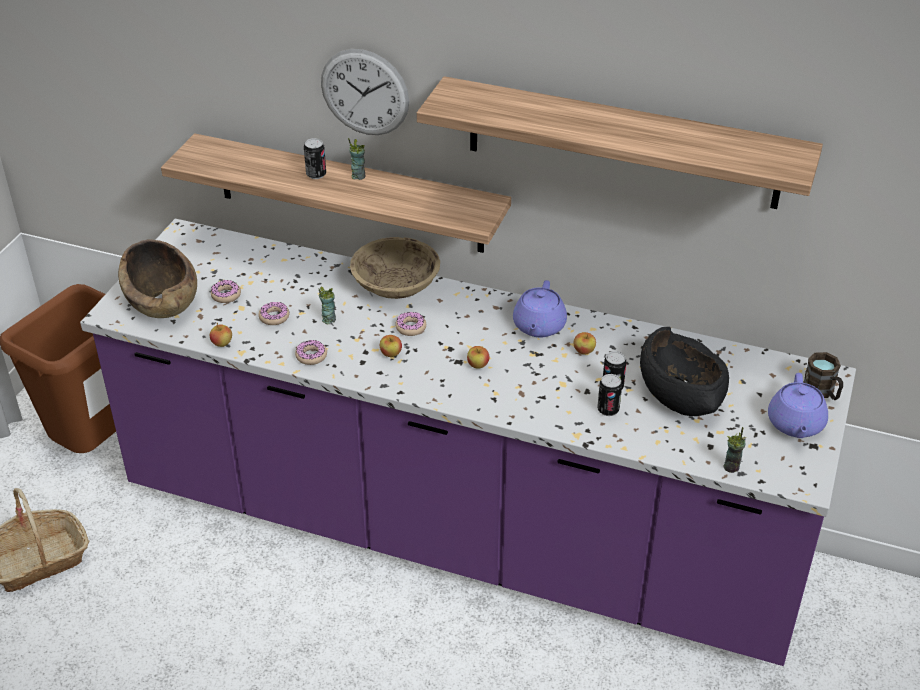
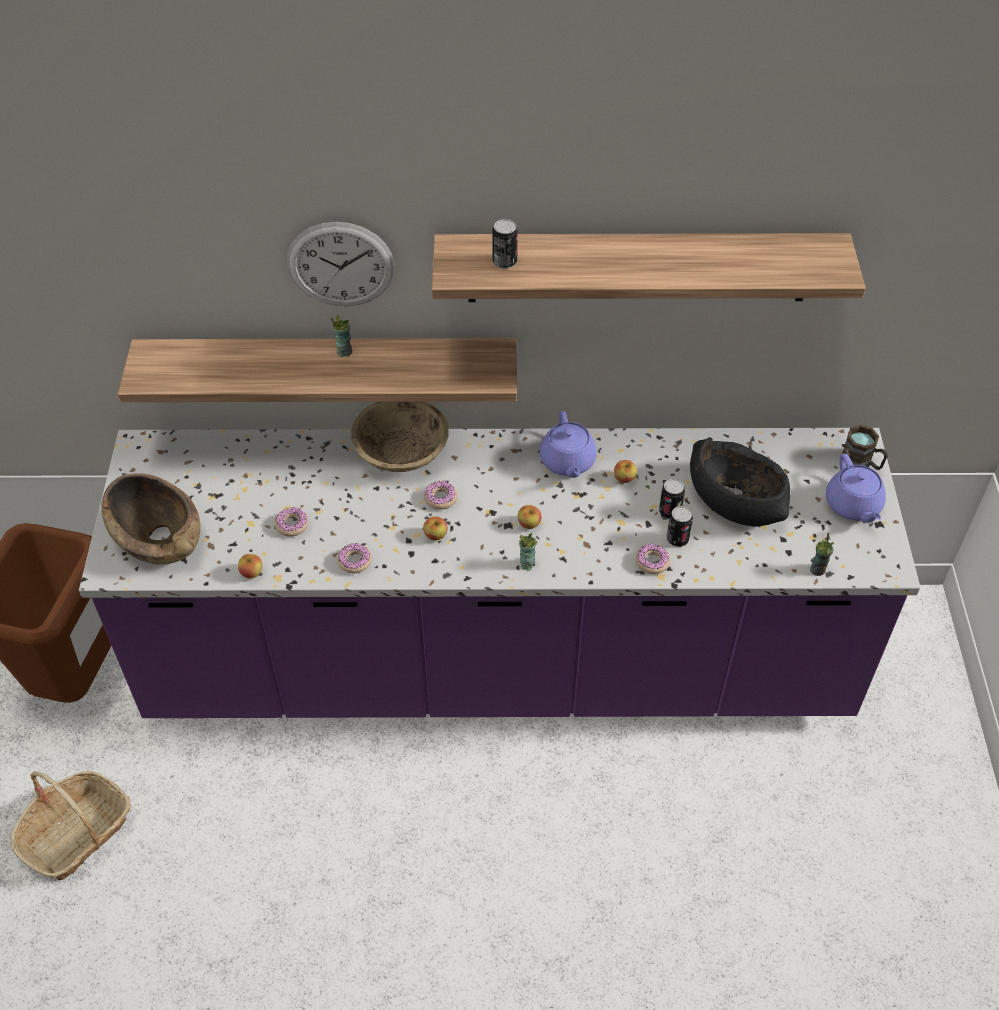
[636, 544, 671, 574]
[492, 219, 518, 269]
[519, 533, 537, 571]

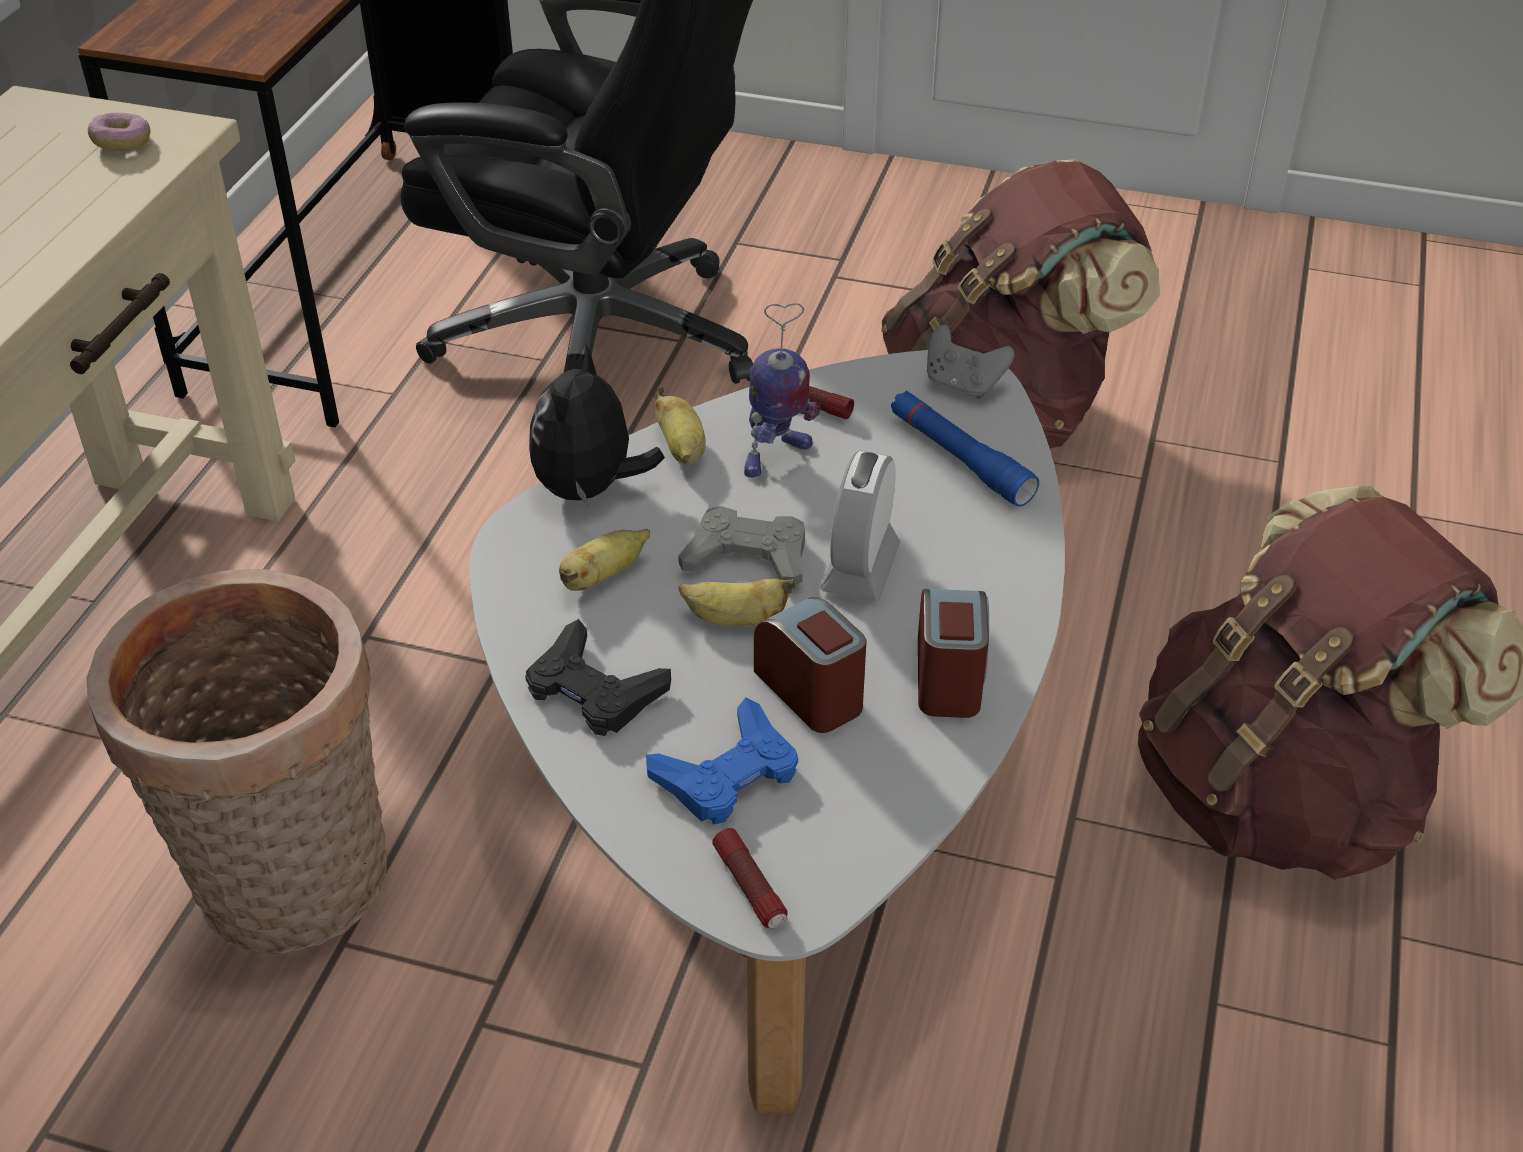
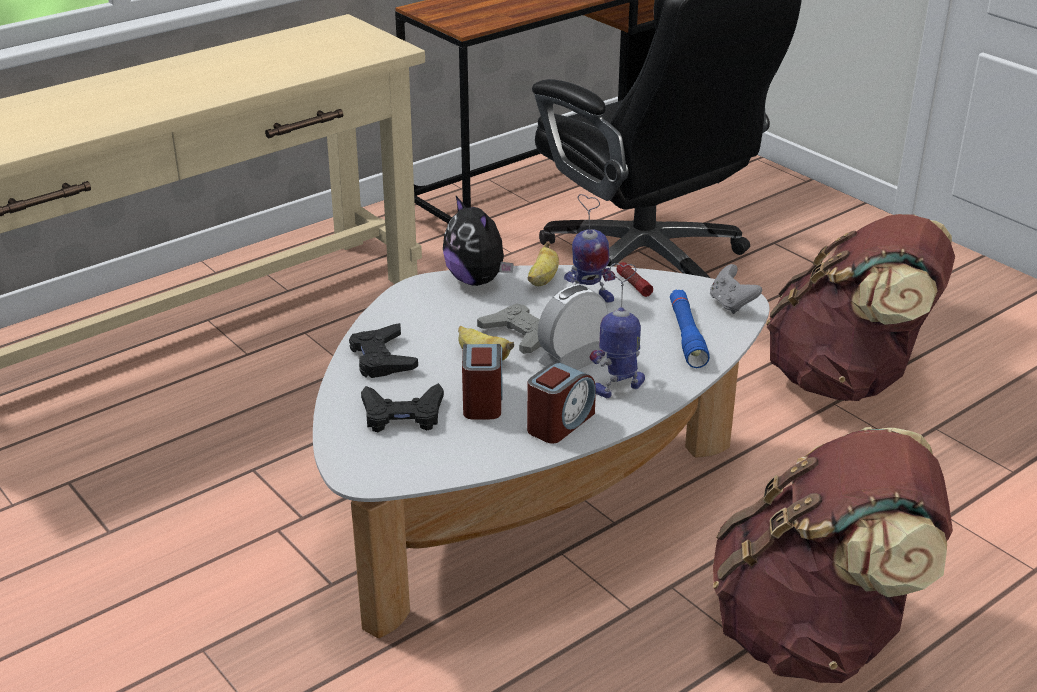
[87, 569, 387, 954] (first image)
[88, 113, 151, 151] (first image)
[443, 196, 514, 286]
[559, 529, 650, 591] (first image)
[361, 383, 444, 432]
[712, 828, 788, 929] (first image)
[589, 263, 645, 398]

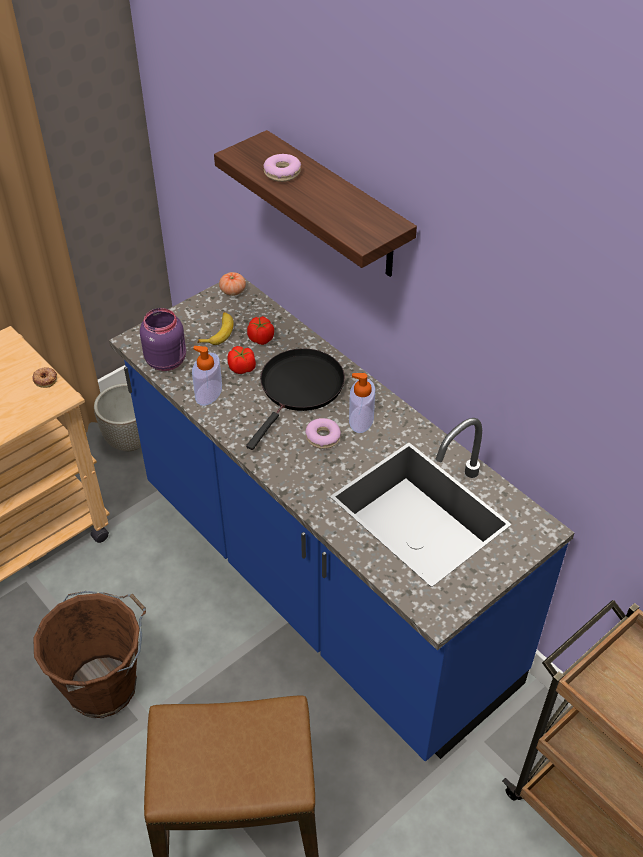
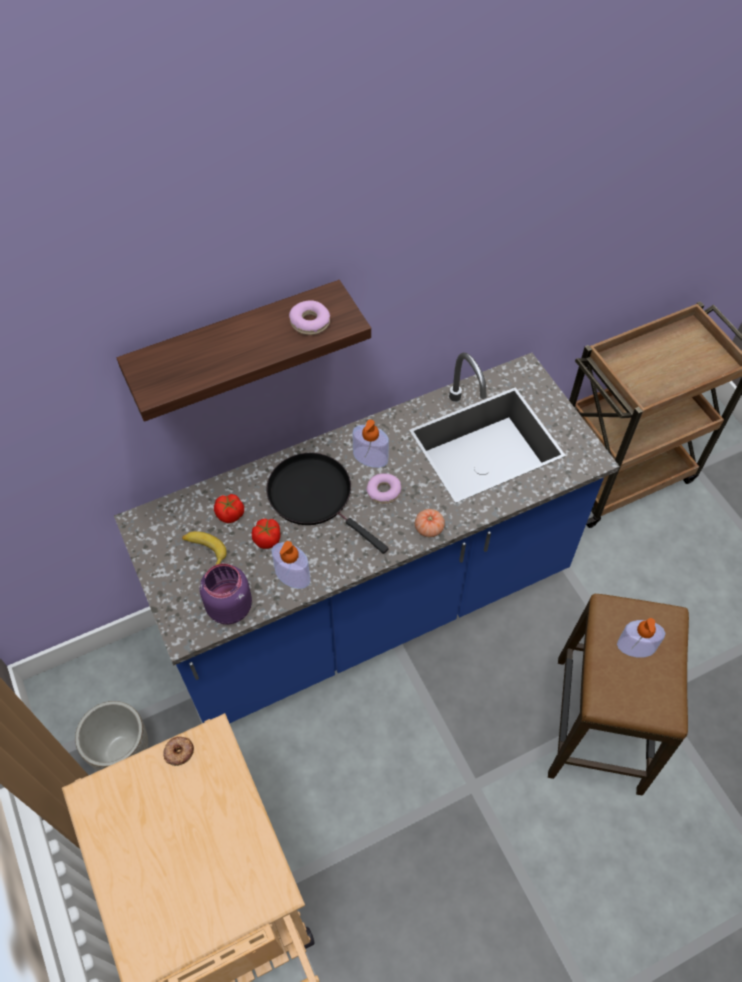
[33, 591, 146, 718] (first image)
[415, 509, 445, 537]
[289, 300, 330, 335]
[617, 618, 666, 657]

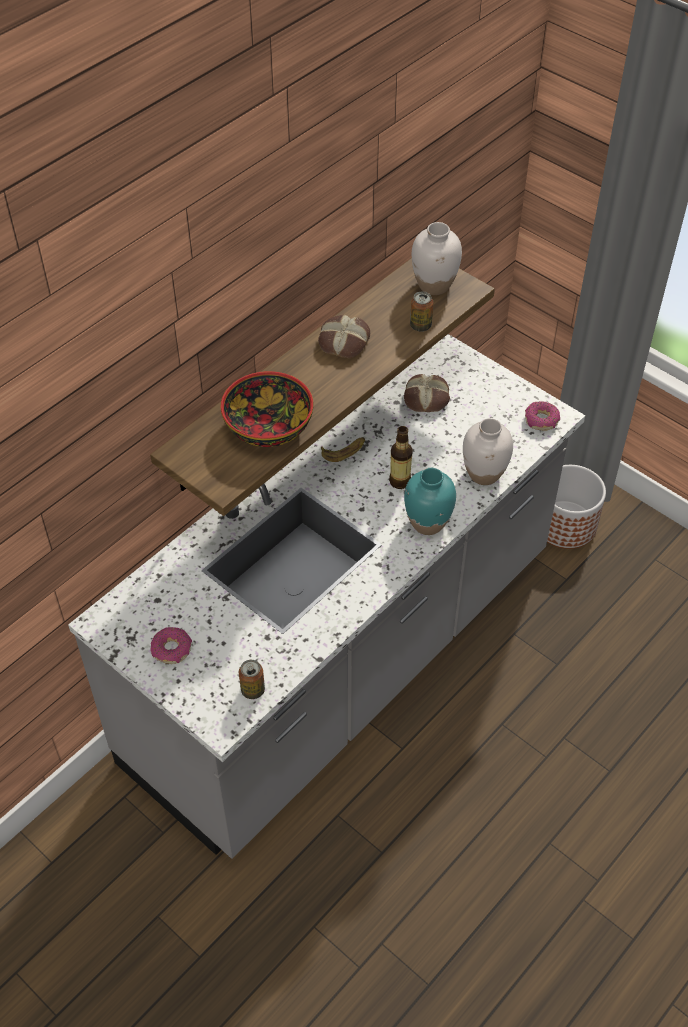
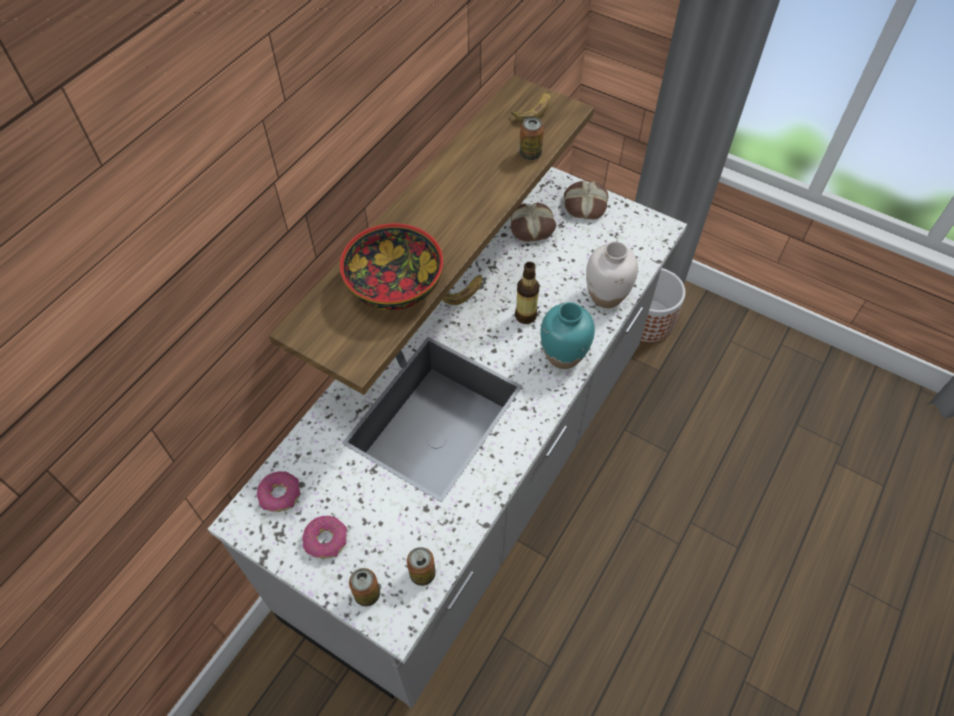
[564, 181, 608, 220]
[511, 93, 550, 123]
[257, 471, 301, 512]
[349, 568, 380, 606]

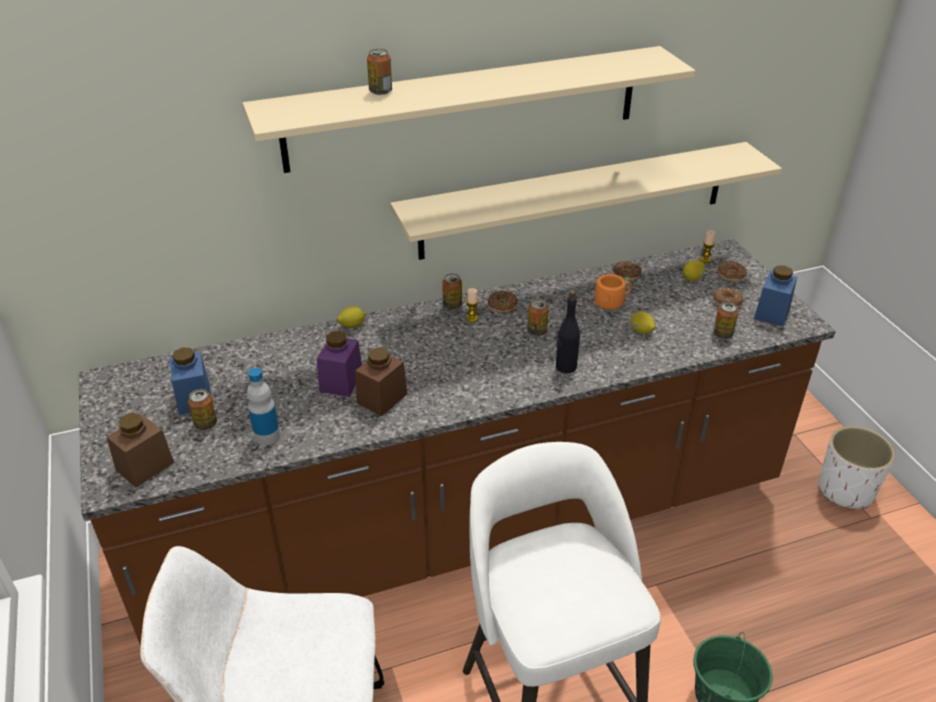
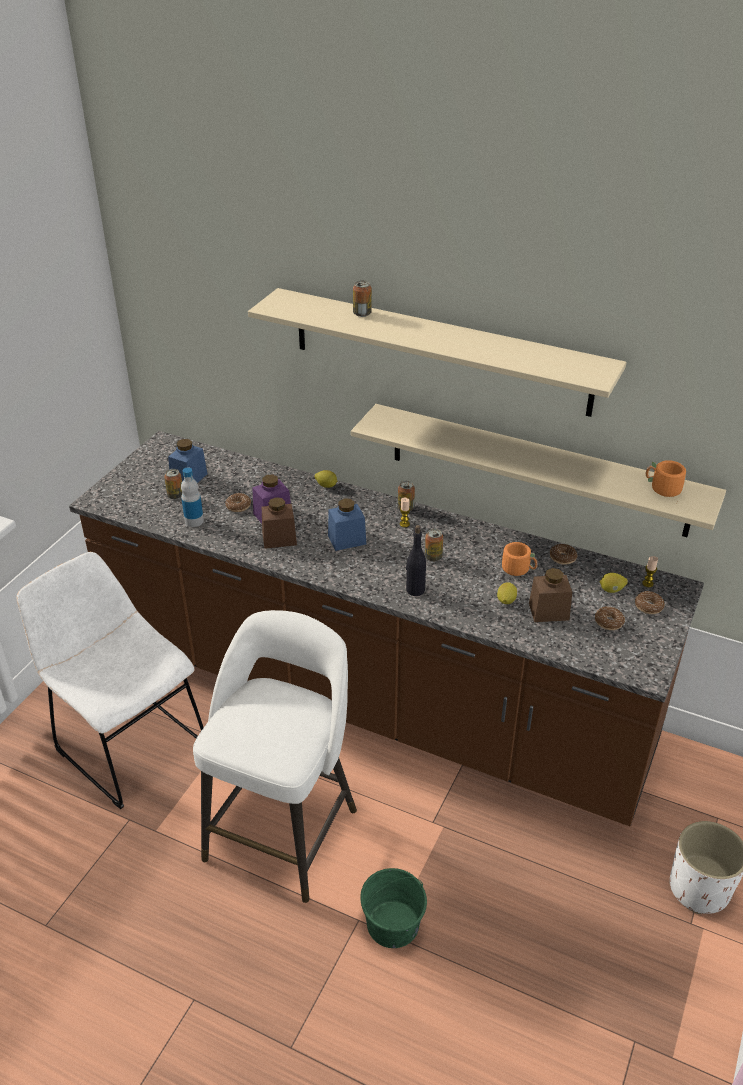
[529, 568, 572, 622]
[225, 493, 251, 512]
[713, 302, 739, 339] (first image)
[328, 498, 366, 551]
[646, 460, 686, 503]

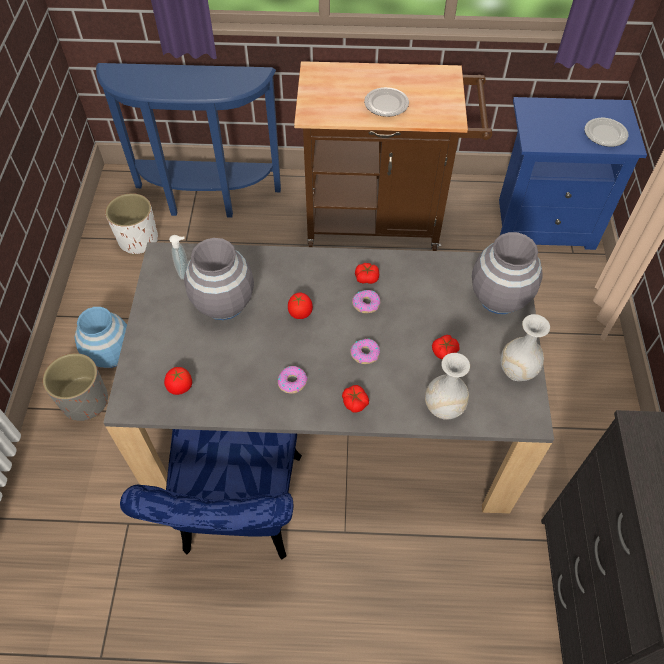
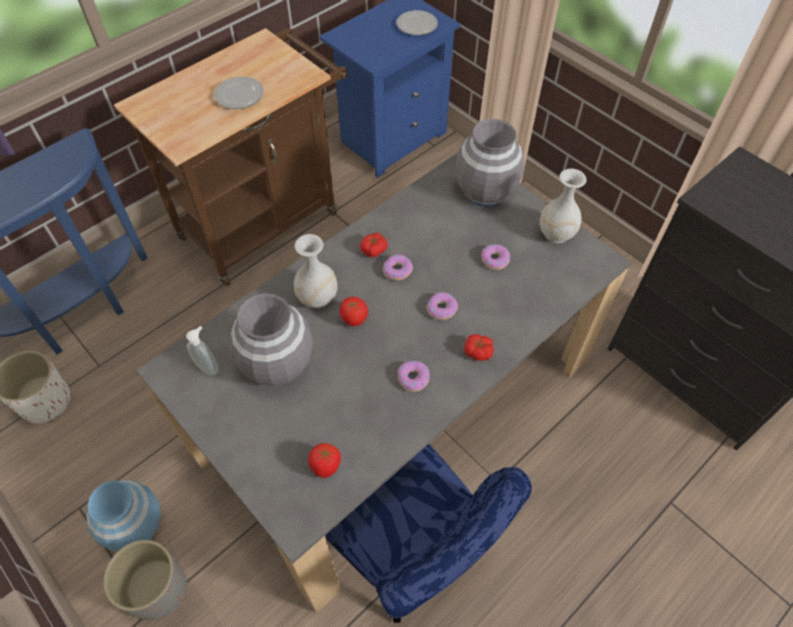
[294, 234, 338, 309]
[481, 244, 510, 270]

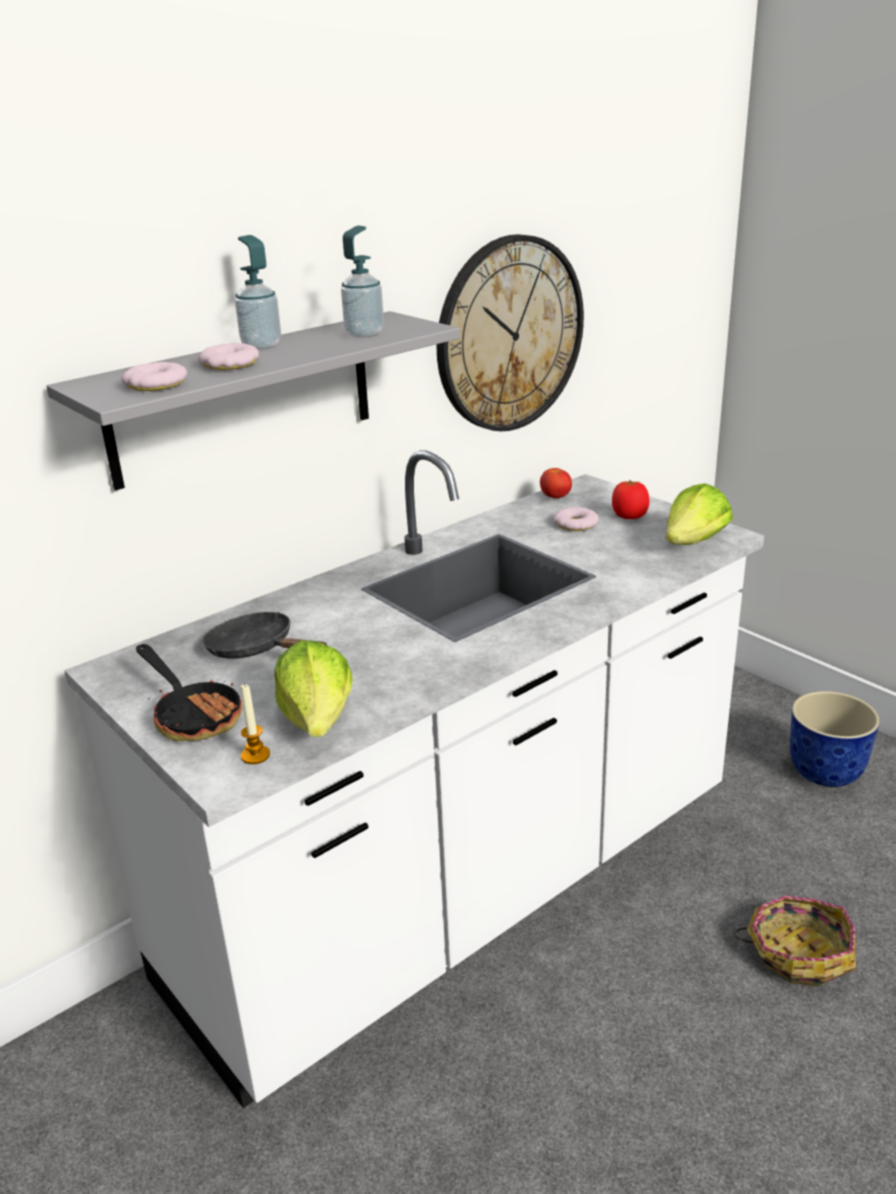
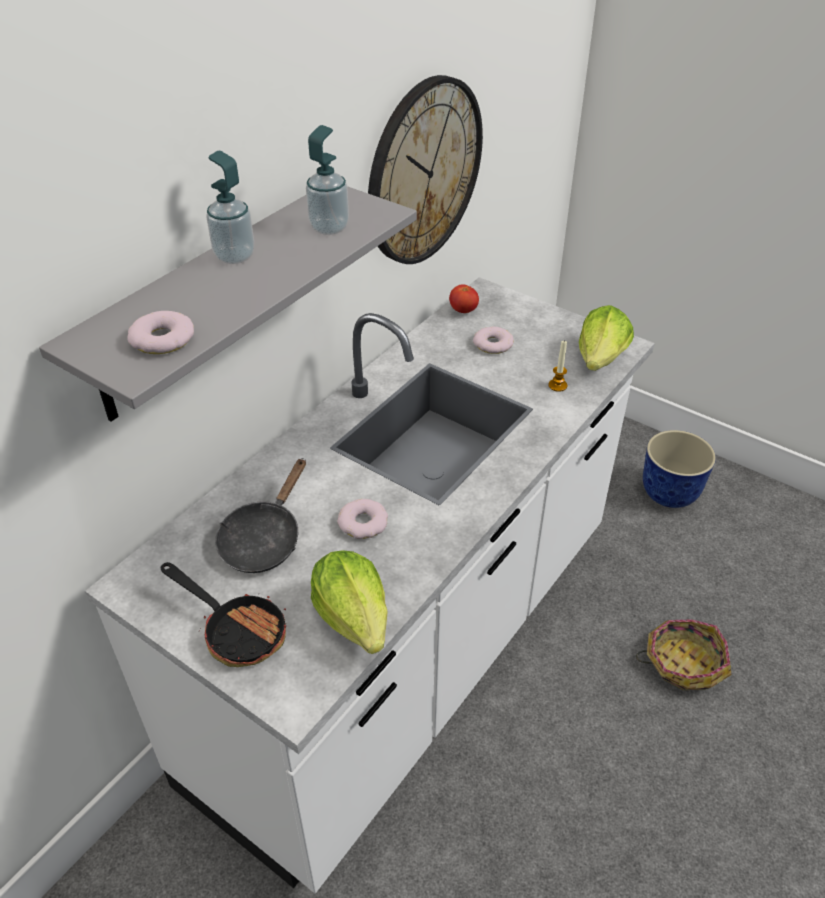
[337, 499, 388, 539]
[215, 458, 306, 573]
[548, 340, 567, 392]
[612, 479, 649, 519] (first image)

